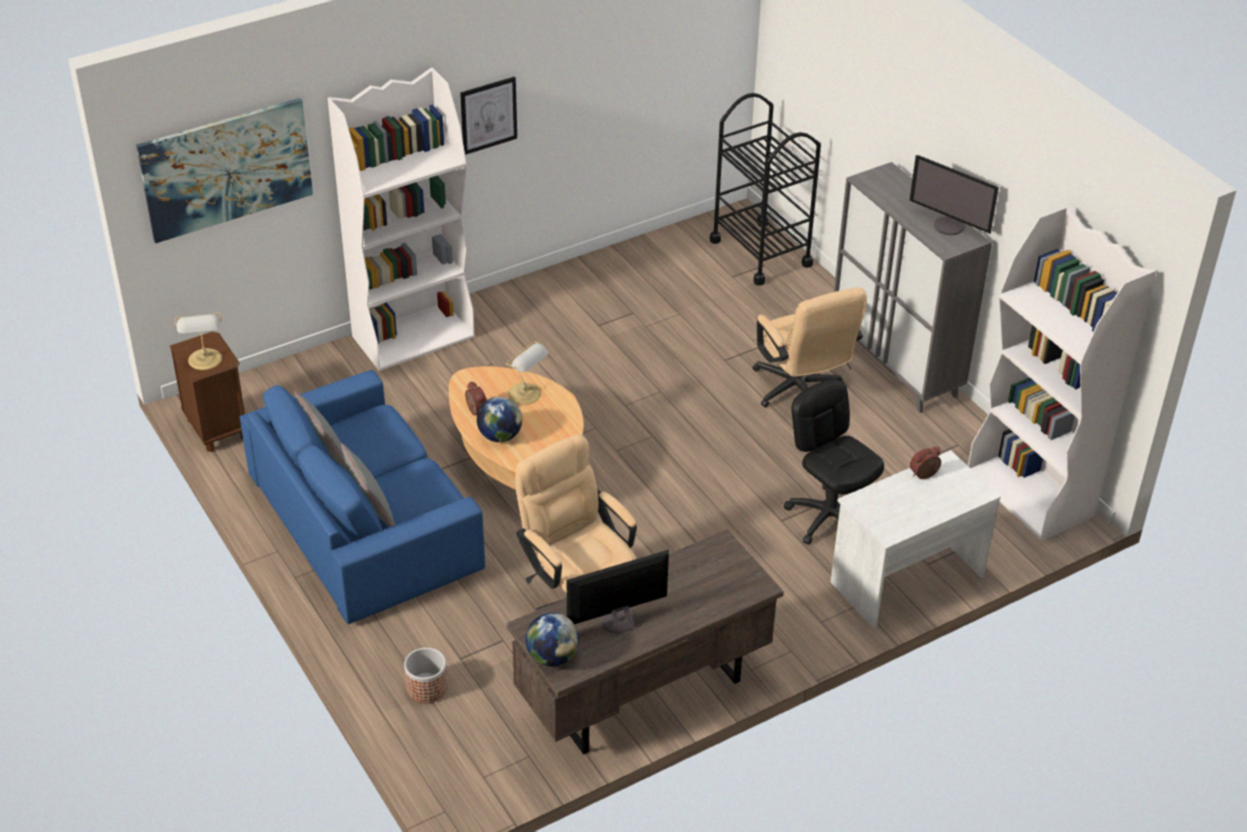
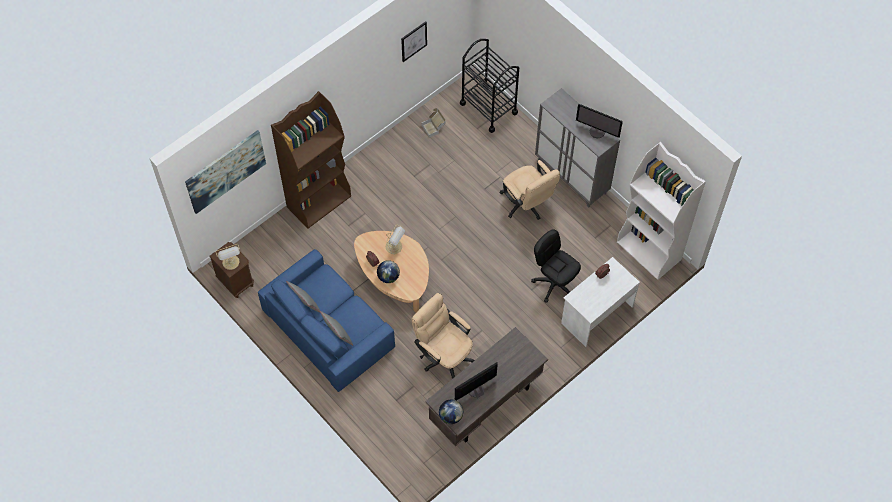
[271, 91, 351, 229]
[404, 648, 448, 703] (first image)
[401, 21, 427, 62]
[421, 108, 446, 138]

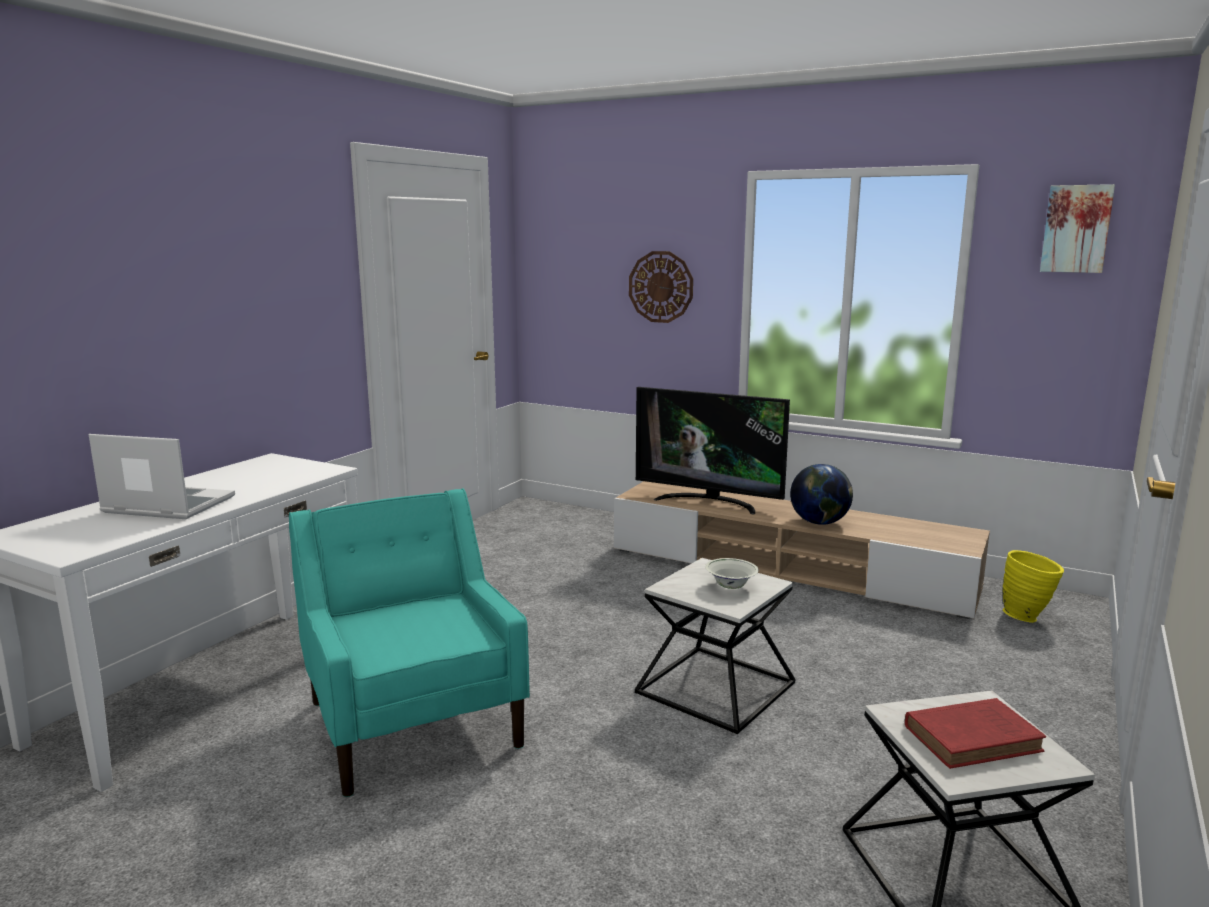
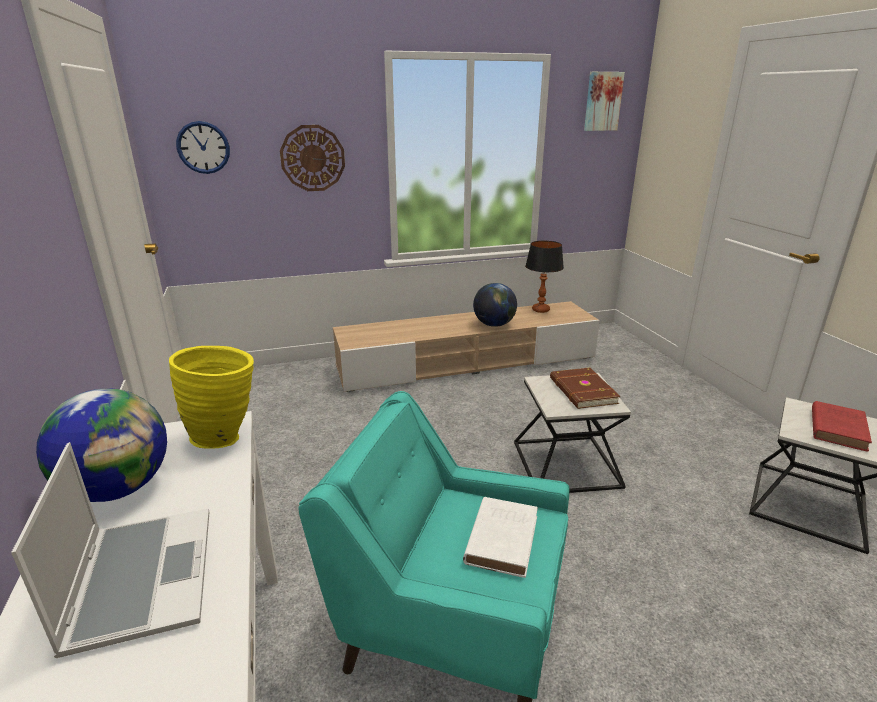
[11, 442, 209, 658]
[636, 387, 790, 514] (first image)
[550, 368, 621, 409]
[169, 346, 254, 449]
[36, 389, 167, 502]
[176, 121, 230, 174]
[463, 497, 538, 578]
[525, 241, 564, 313]

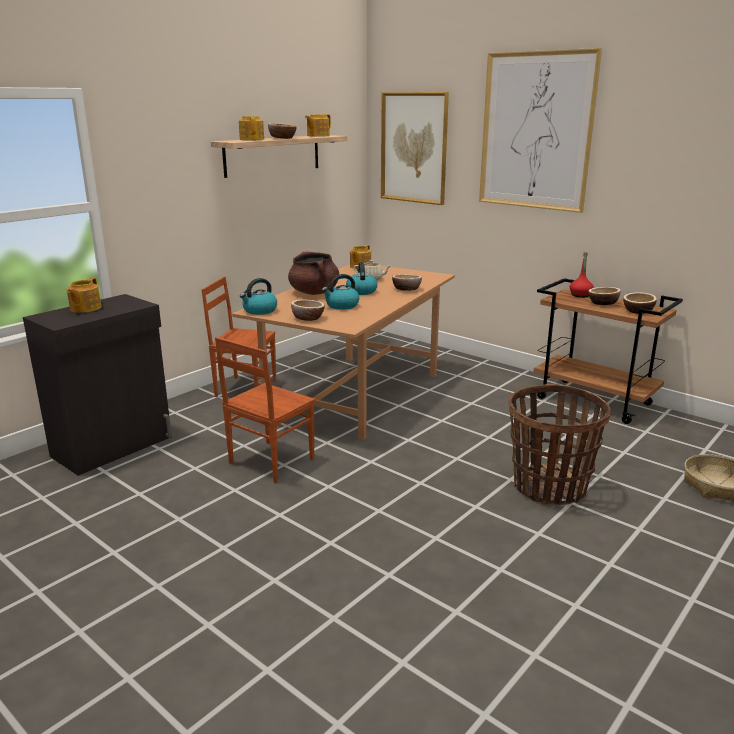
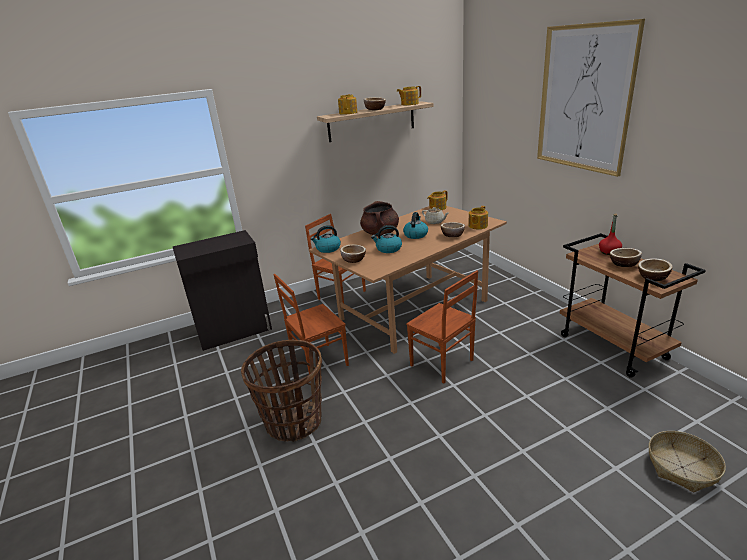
[469, 206, 488, 229]
[381, 92, 449, 205] (first image)
[241, 340, 322, 442]
[406, 270, 478, 383]

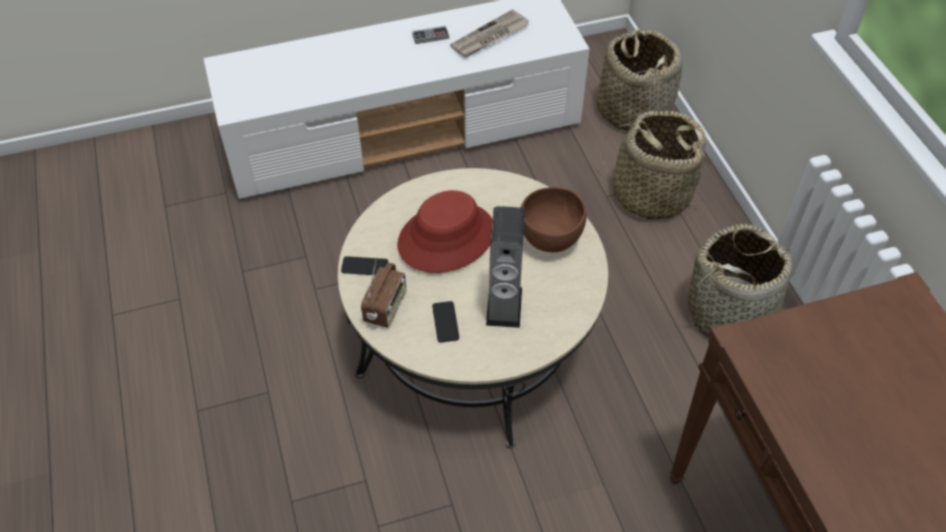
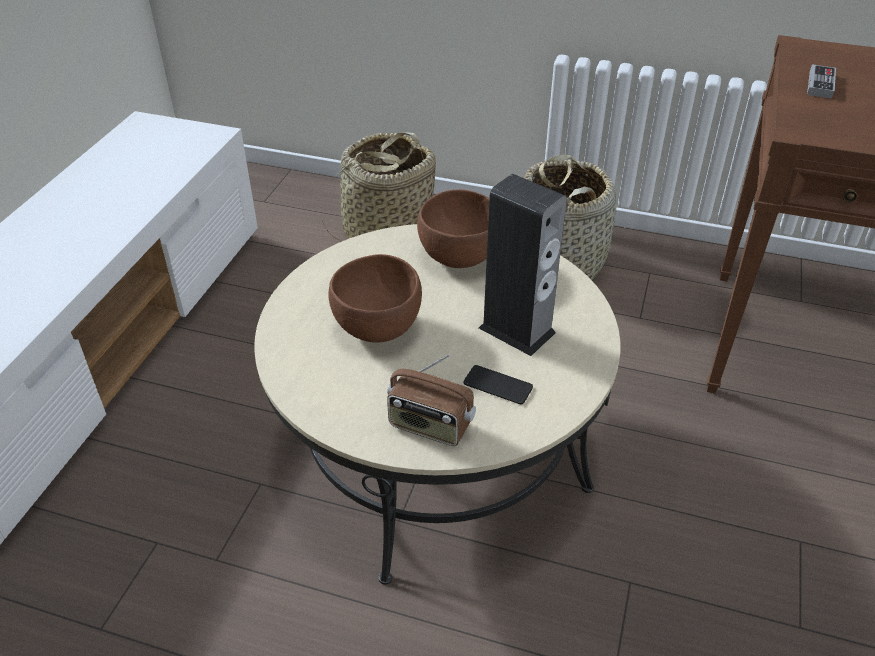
[341, 256, 388, 275] (first image)
[387, 354, 476, 446]
[328, 254, 422, 343]
[807, 64, 836, 99]
[450, 9, 529, 57] (first image)
[597, 29, 682, 131] (first image)

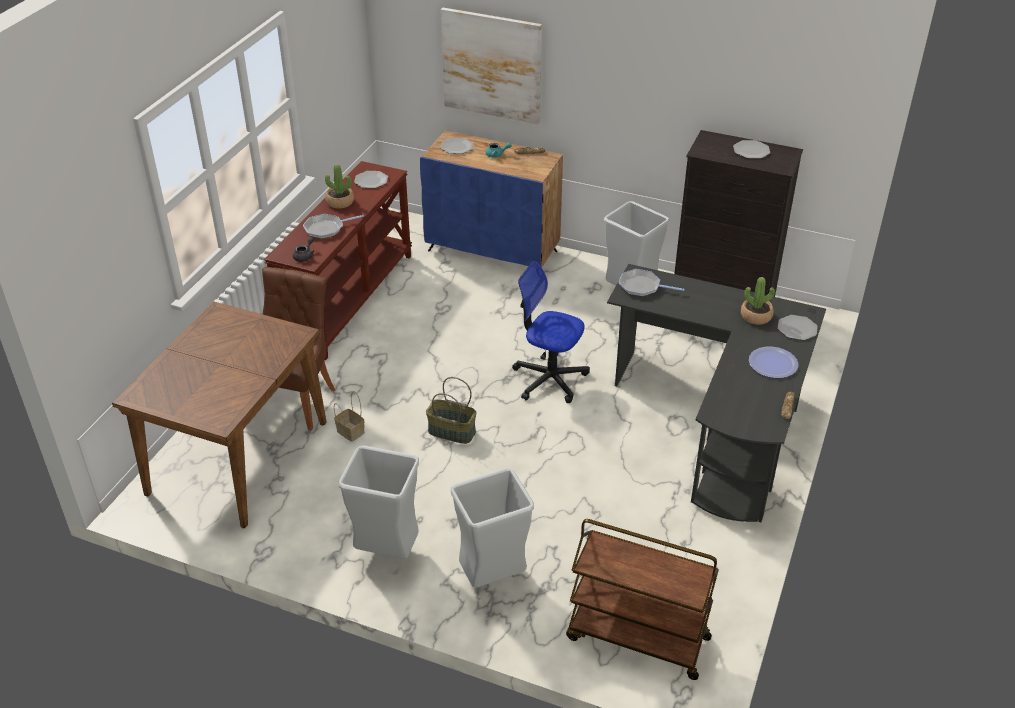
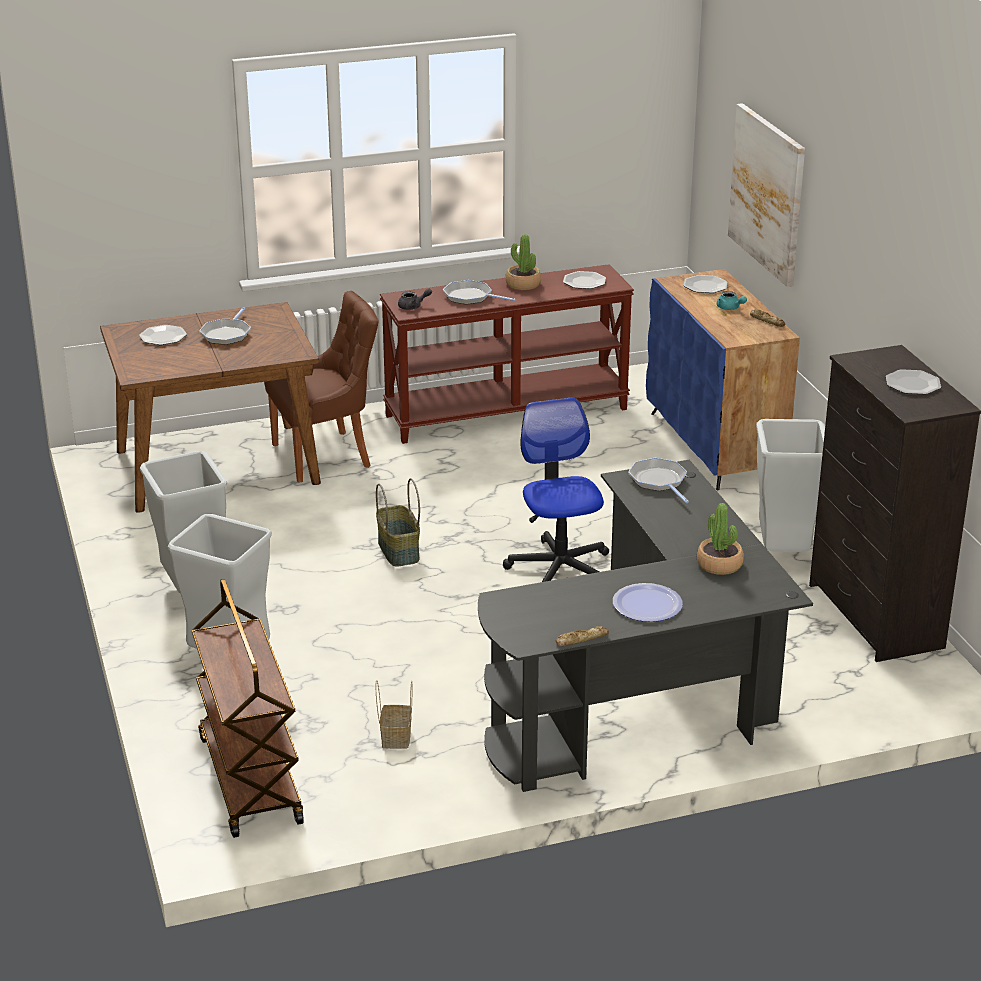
[376, 680, 412, 749]
[139, 325, 187, 345]
[199, 307, 251, 345]

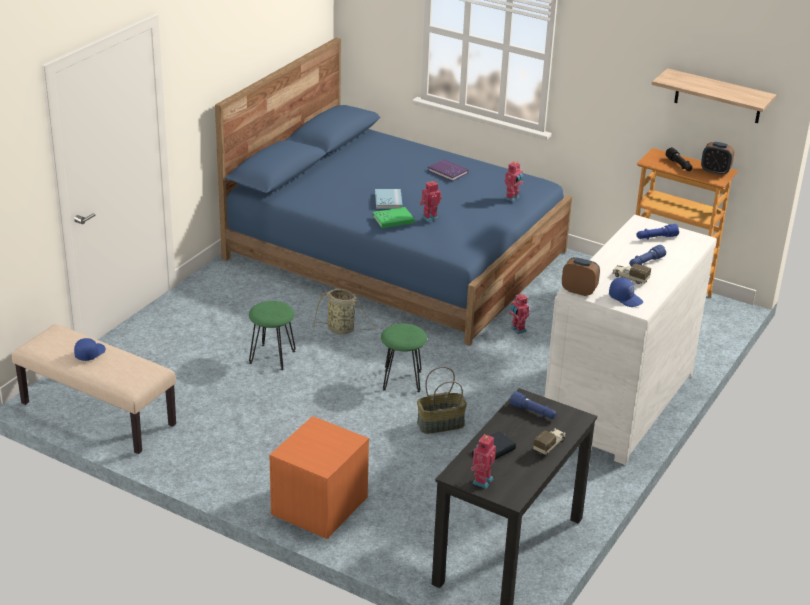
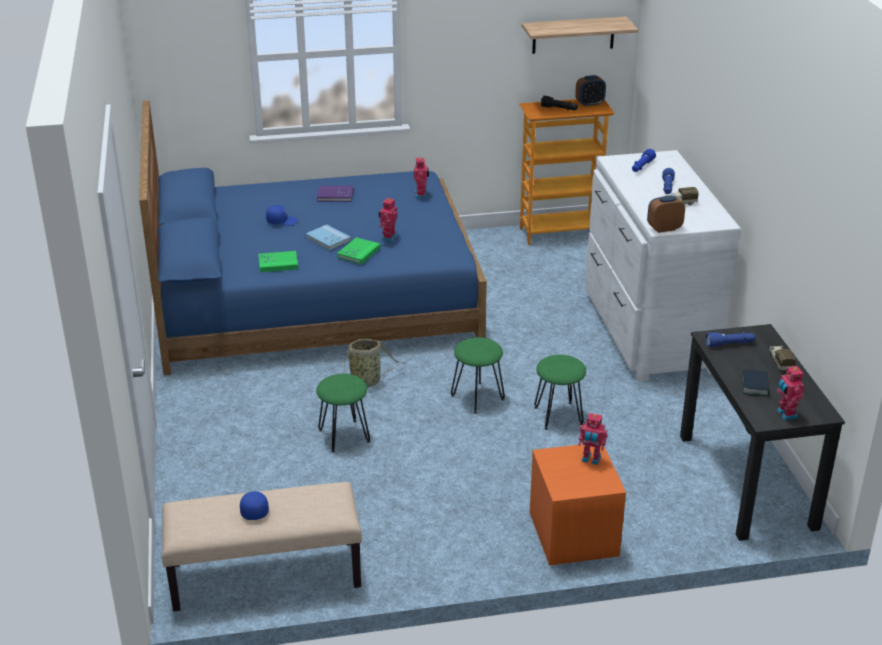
[534, 355, 586, 430]
[578, 413, 607, 465]
[266, 205, 298, 226]
[258, 251, 298, 272]

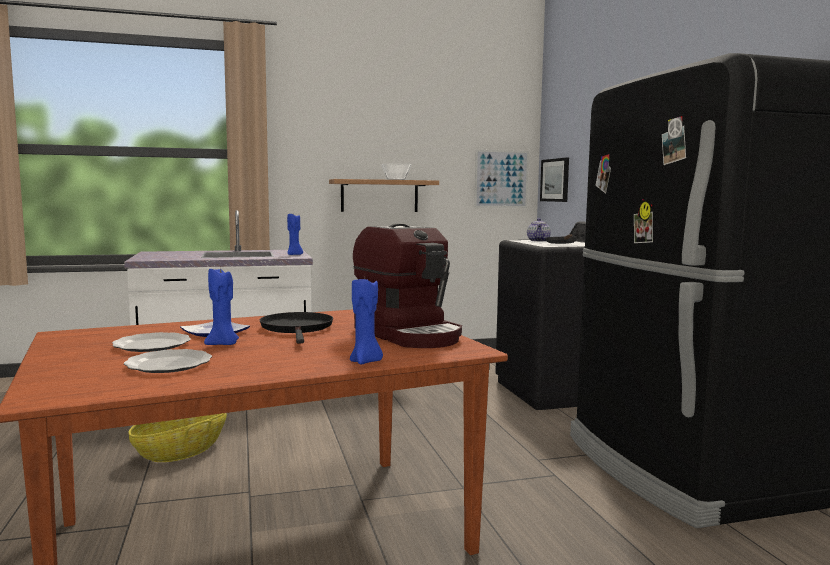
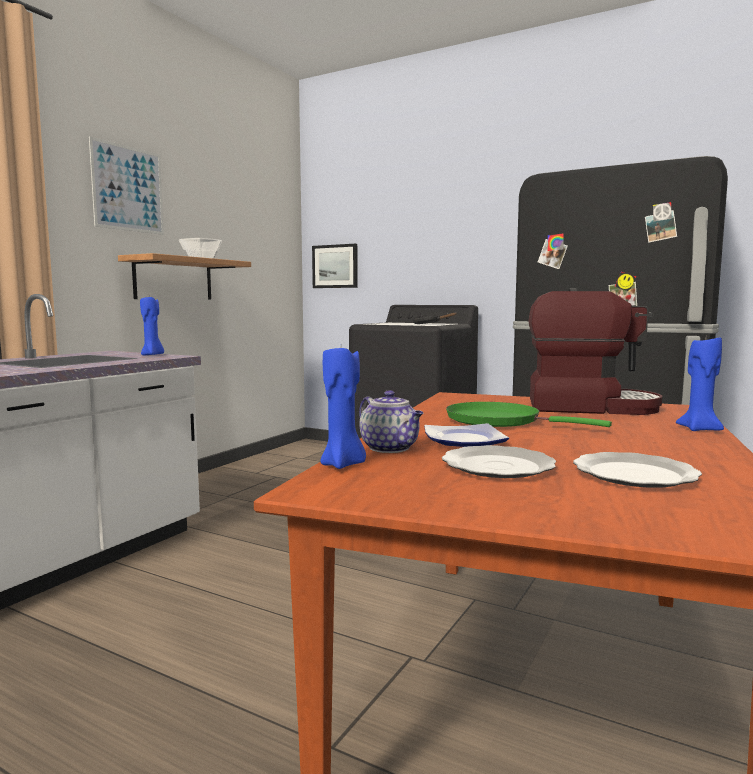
[128, 413, 227, 462] (first image)
[320, 348, 366, 469]
[446, 402, 612, 427]
[89, 136, 164, 235]
[359, 390, 423, 453]

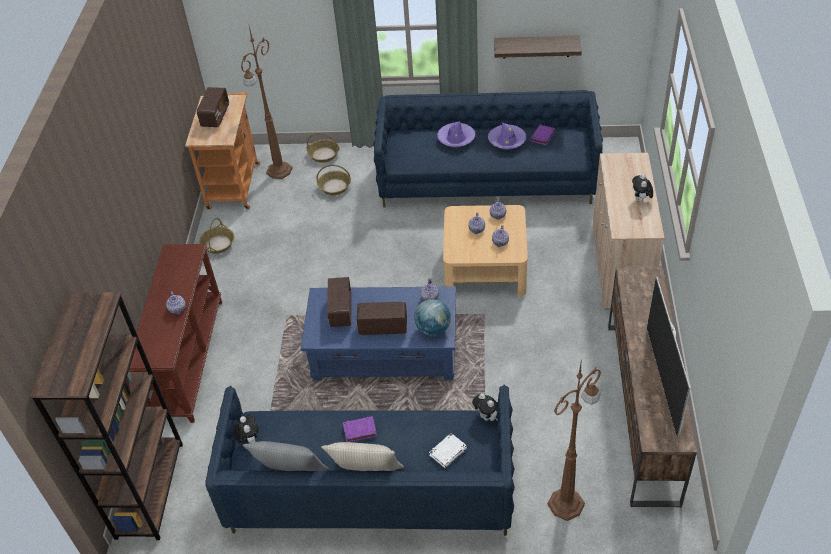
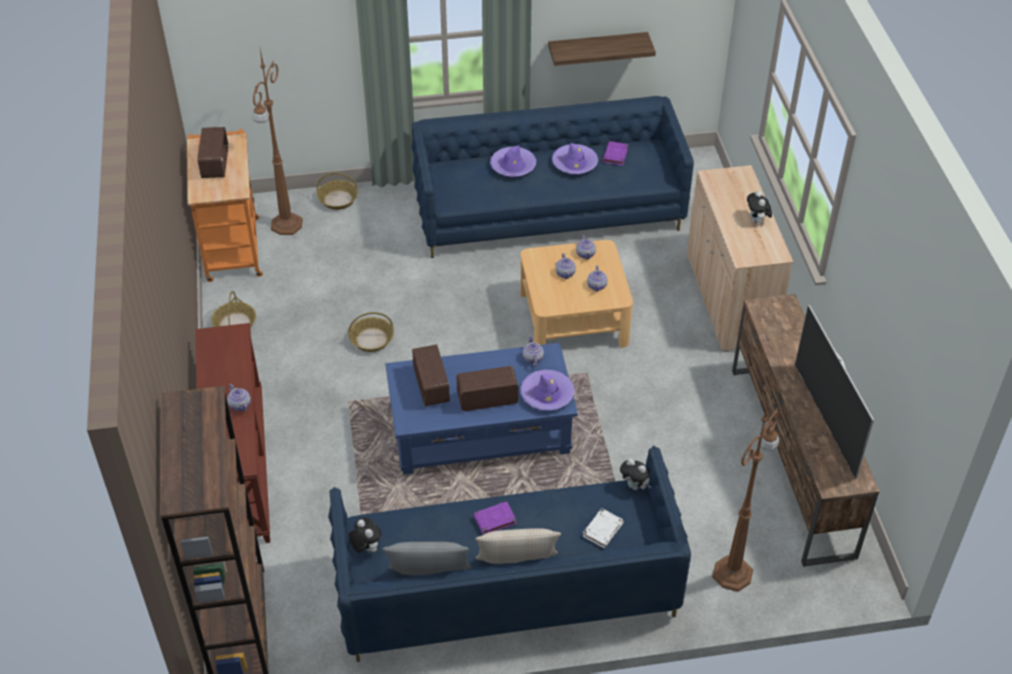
[348, 312, 394, 352]
[520, 370, 575, 410]

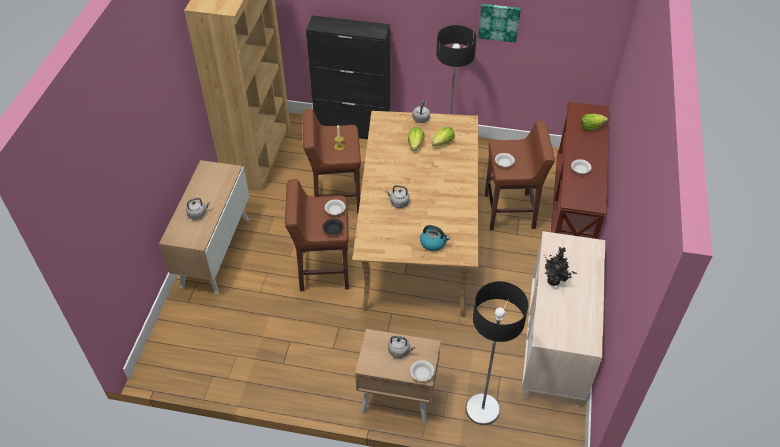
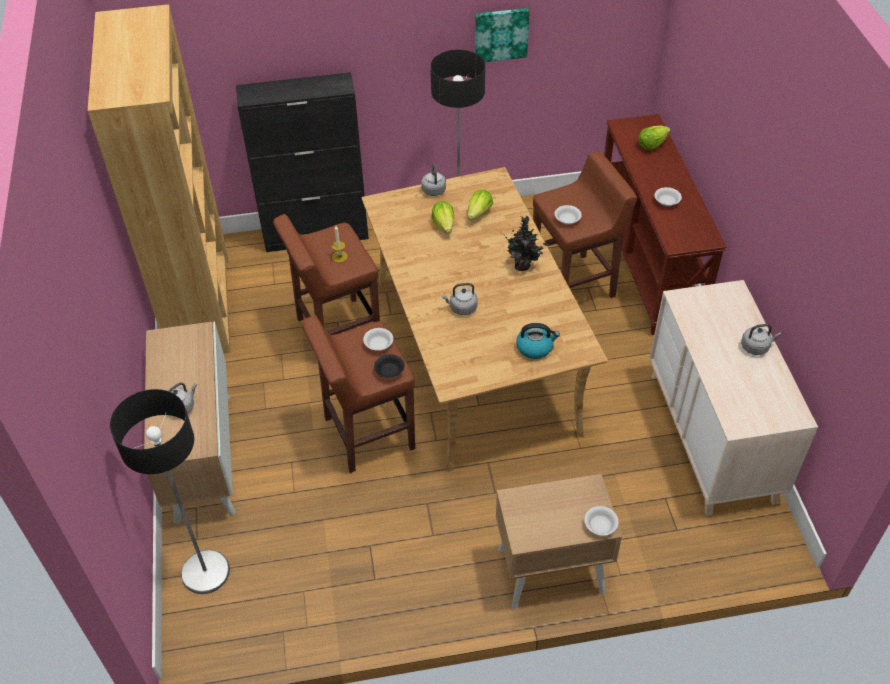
[741, 324, 781, 355]
[110, 389, 230, 594]
[504, 216, 550, 271]

